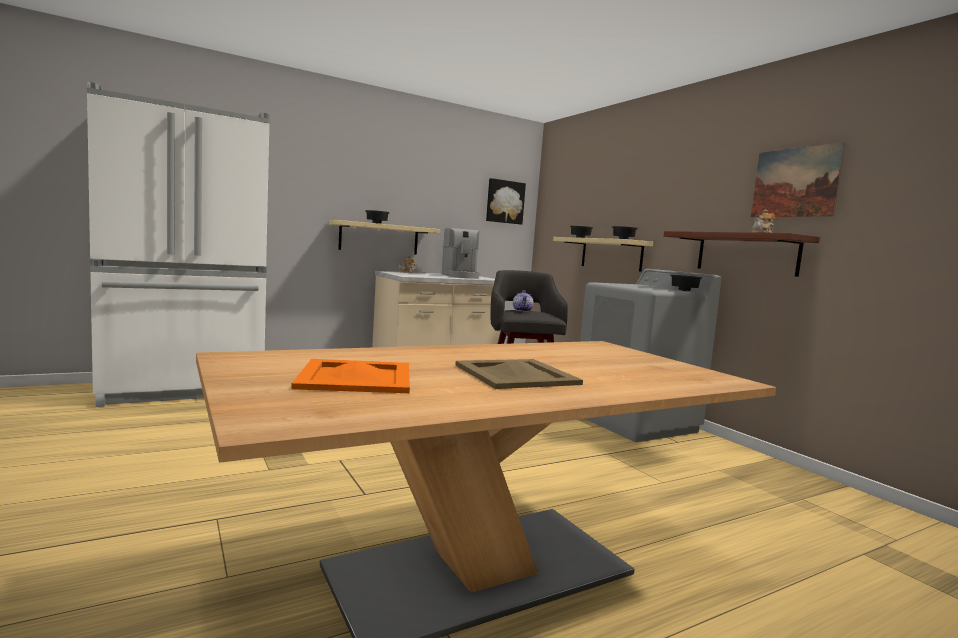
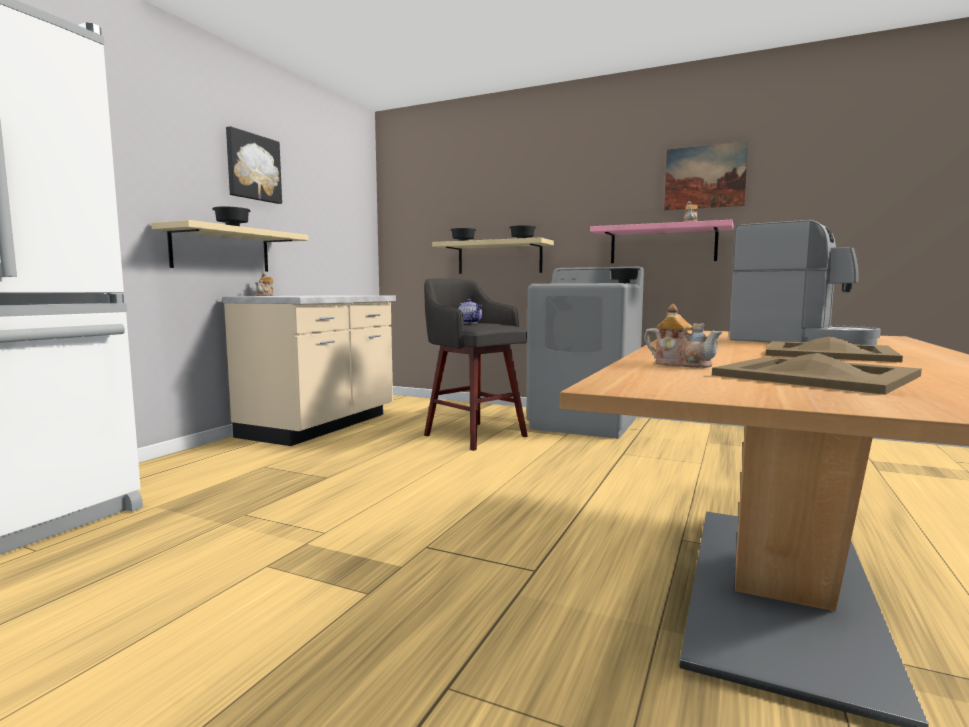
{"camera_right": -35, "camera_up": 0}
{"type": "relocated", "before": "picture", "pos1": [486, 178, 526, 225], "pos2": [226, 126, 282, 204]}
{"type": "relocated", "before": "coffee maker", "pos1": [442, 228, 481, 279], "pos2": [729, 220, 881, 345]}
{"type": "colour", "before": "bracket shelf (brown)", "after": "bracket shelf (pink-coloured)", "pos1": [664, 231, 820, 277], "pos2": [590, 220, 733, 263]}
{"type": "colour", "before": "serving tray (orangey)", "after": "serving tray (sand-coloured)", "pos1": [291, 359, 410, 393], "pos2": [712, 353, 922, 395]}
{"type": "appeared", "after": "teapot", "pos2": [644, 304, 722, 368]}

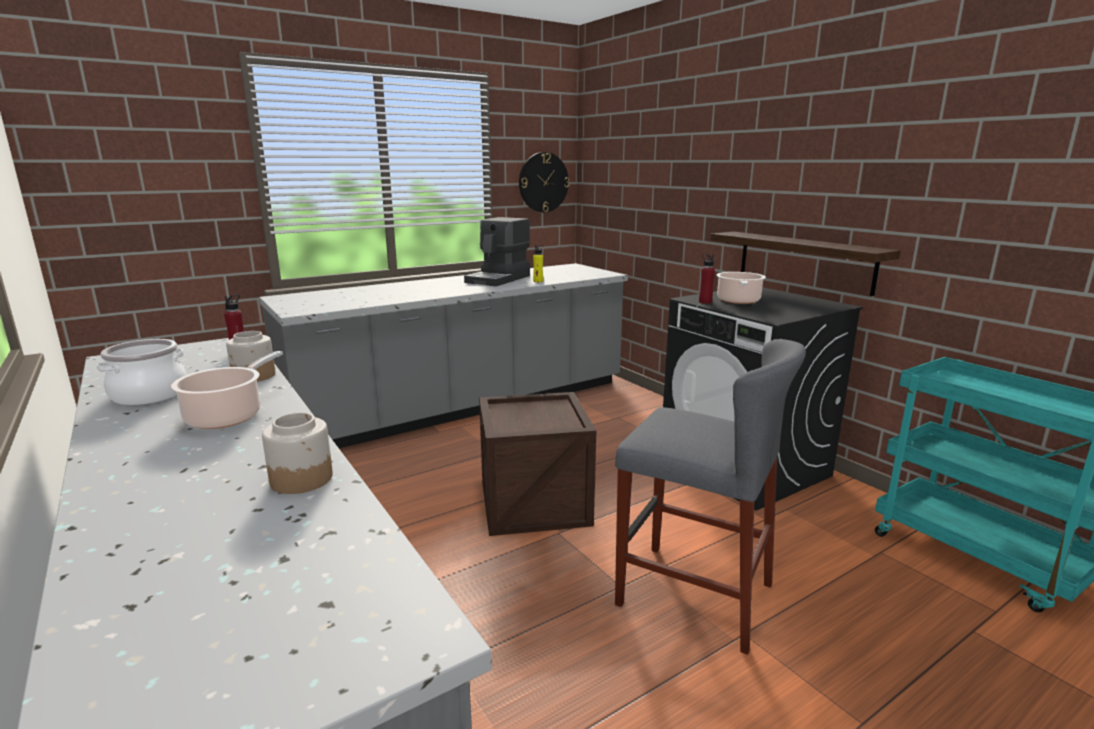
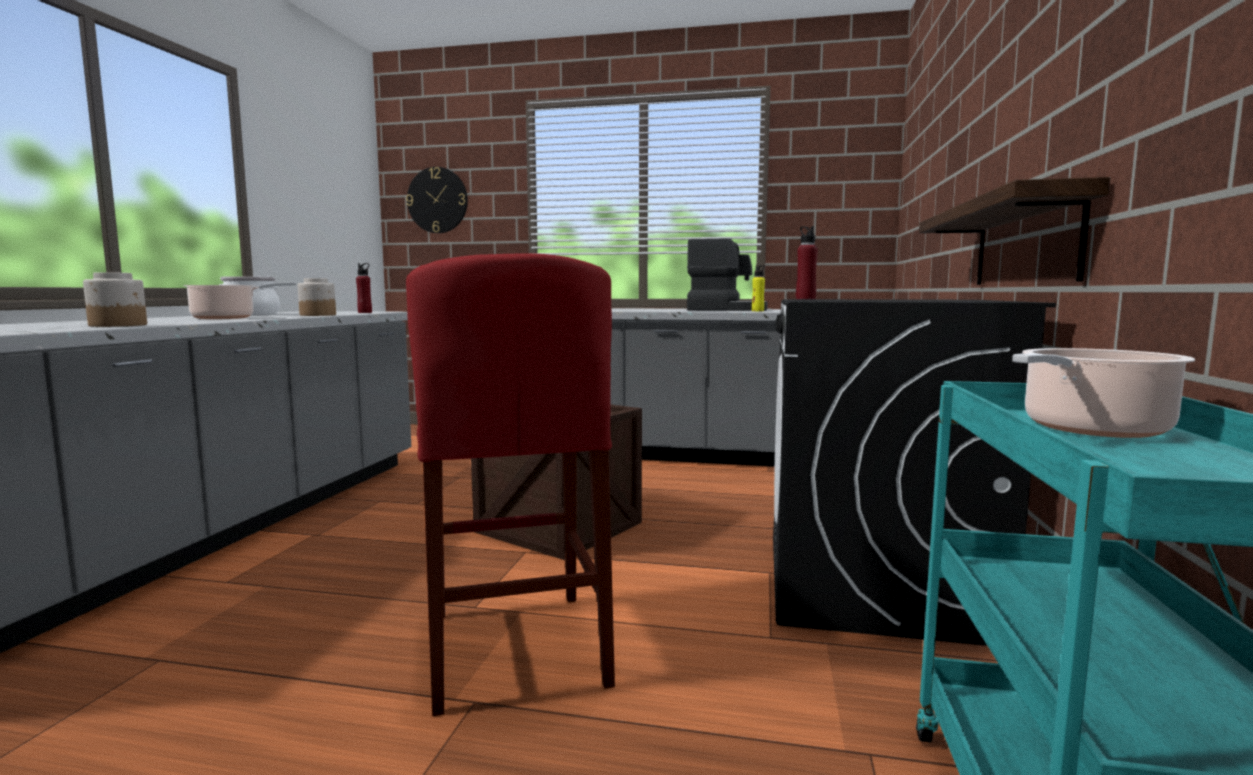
{"camera_right": 45, "camera_up": -10}
{"type": "relocated", "before": "clock on the wall", "pos1": [519, 152, 569, 212], "pos2": [406, 167, 468, 233]}
{"type": "spun", "before": "coffee maker", "pos1": [464, 217, 530, 286], "pos2": [687, 238, 767, 311], "turn": -150}
{"type": "relocated", "before": "cooking pot", "pos1": [717, 272, 766, 304], "pos2": [1012, 348, 1195, 438]}
{"type": "colour", "before": "stool (grey)", "after": "stool (red-coloured)", "pos1": [615, 339, 806, 655], "pos2": [406, 253, 615, 716]}

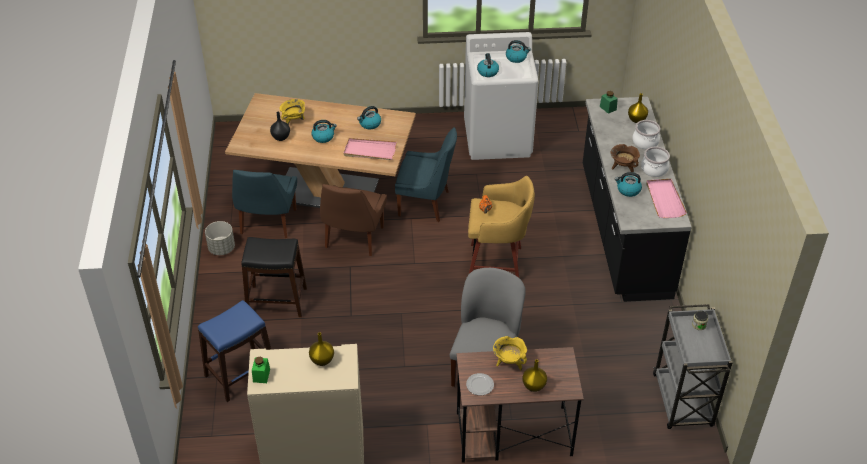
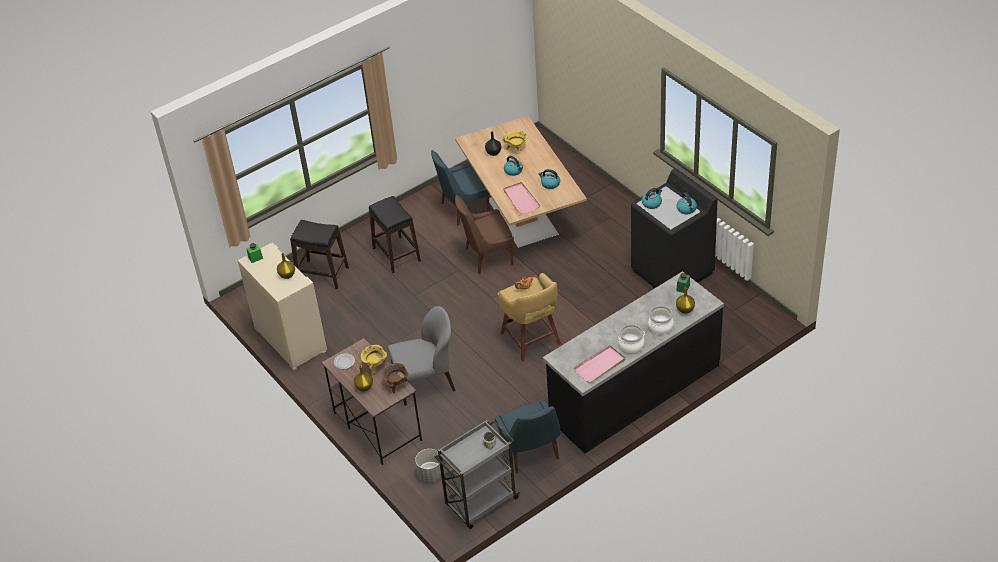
{"camera_right": 60, "camera_up": 0}
{"type": "colour", "before": "laundry machine (white-coloured)", "after": "laundry machine (black-coloured)", "pos1": [464, 32, 539, 160], "pos2": [631, 169, 718, 288]}
{"type": "relocated", "before": "plain chair (bluish)", "pos1": [395, 127, 457, 222], "pos2": [495, 400, 560, 474]}
{"type": "relocated", "before": "cooking pot (brown)", "pos1": [611, 144, 640, 172], "pos2": [382, 363, 409, 394]}
{"type": "missing", "before": "kettle", "pos1": [615, 172, 642, 197]}
{"type": "relocated", "before": "plant pot (grey)", "pos1": [205, 221, 235, 255], "pos2": [415, 449, 441, 482]}
{"type": "colour", "before": "stool (bluish)", "after": "stool (black-coloured)", "pos1": [198, 300, 271, 402], "pos2": [290, 220, 349, 289]}

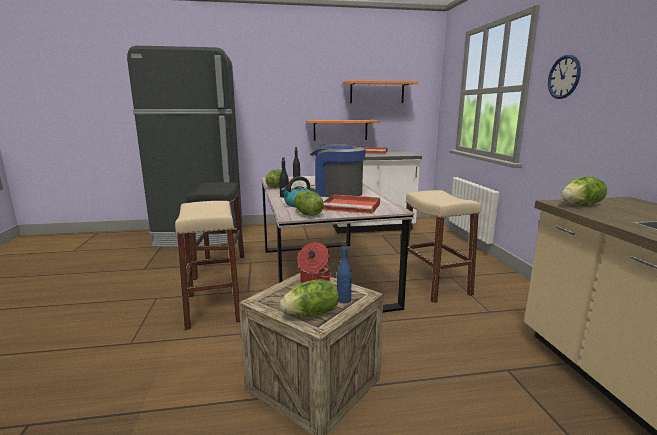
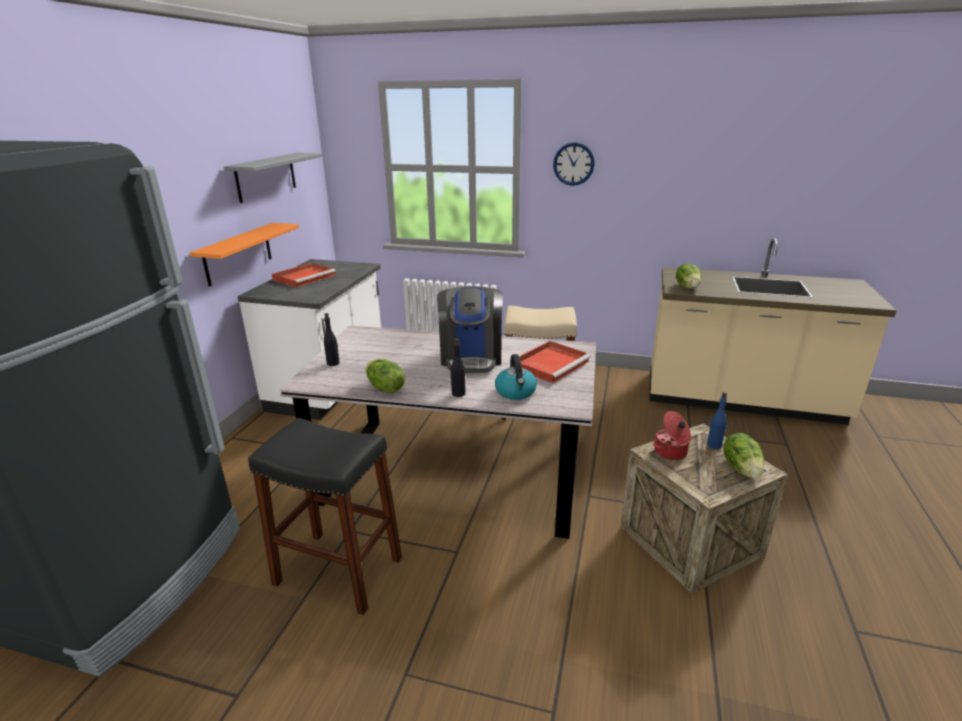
{"camera_right": -65, "camera_up": 10}
{"type": "colour", "before": "bracket shelf (orangey)", "after": "bracket shelf (grey)", "pos1": [343, 81, 418, 103], "pos2": [224, 153, 322, 203]}
{"type": "spun", "before": "coffee maker", "pos1": [310, 144, 366, 197], "pos2": [437, 286, 503, 373], "turn": -60}
{"type": "missing", "before": "head of lettuce", "pos1": [294, 191, 324, 216]}
{"type": "missing", "before": "stool (sand-coloured)", "pos1": [175, 201, 240, 330]}

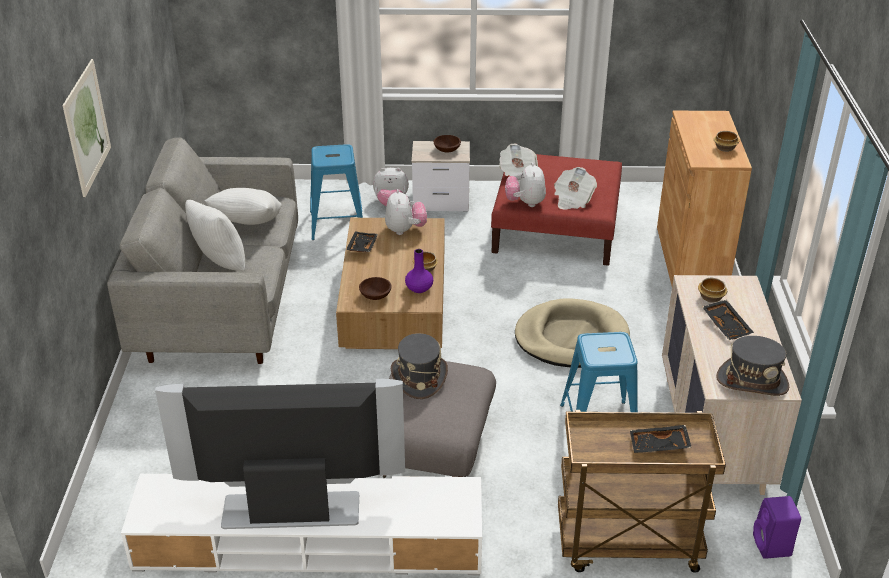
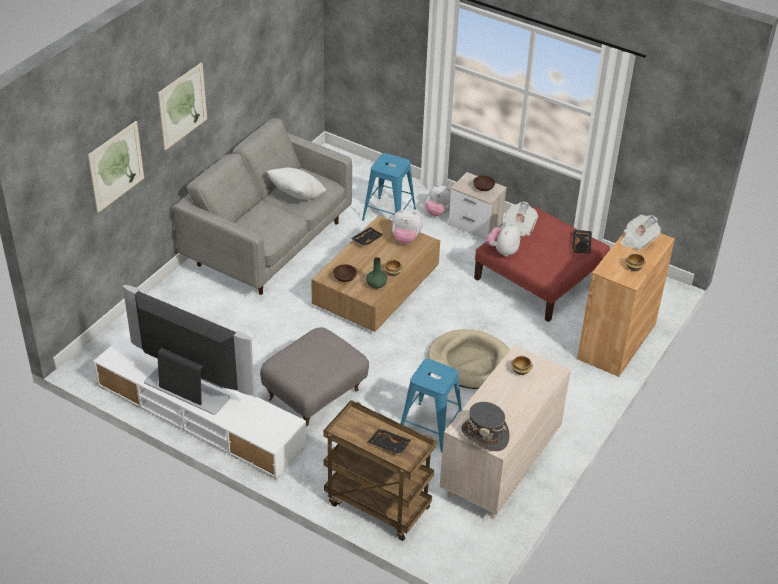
{"camera_right": 30, "camera_up": 5}
{"type": "relocated", "before": "printed paper", "pos1": [554, 167, 597, 210], "pos2": [620, 215, 661, 250]}
{"type": "spun", "before": "plush toy", "pos1": [385, 189, 427, 235], "pos2": [392, 209, 422, 244], "turn": 75}
{"type": "missing", "before": "cushion (white-coloured)", "pos1": [185, 200, 245, 271]}
{"type": "colour", "before": "vase (purple)", "after": "vase (green)", "pos1": [405, 249, 433, 293], "pos2": [366, 257, 387, 289]}
{"type": "relocated", "before": "serving tray (black-coloured)", "pos1": [702, 300, 754, 340], "pos2": [572, 230, 592, 253]}
{"type": "missing", "before": "wearable hat (grey)", "pos1": [391, 333, 448, 399]}
{"type": "missing", "before": "speaker (purple)", "pos1": [753, 496, 801, 559]}
{"type": "appeared", "after": "picture", "pos2": [88, 121, 144, 213]}

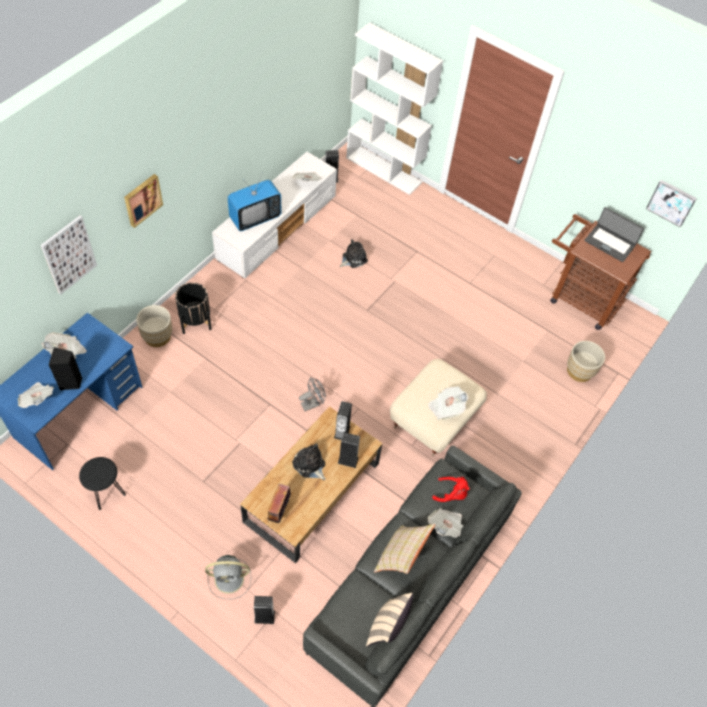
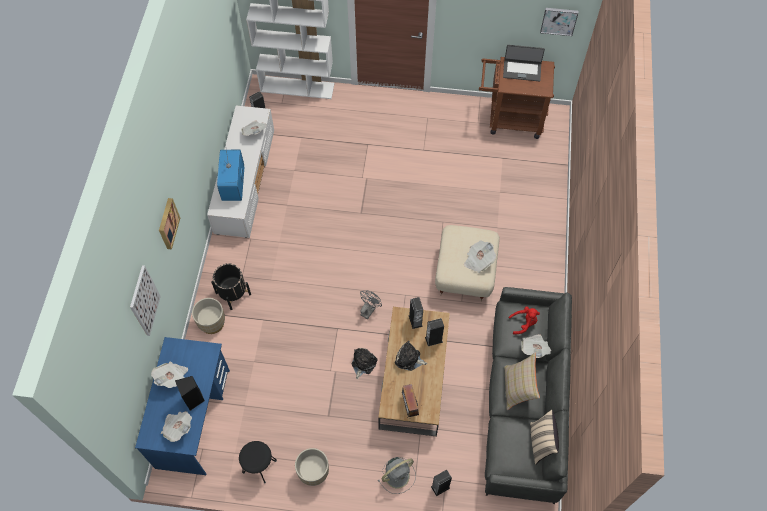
{"camera_right": -25, "camera_up": 5}
{"type": "spun", "before": "TV set", "pos1": [228, 172, 282, 231], "pos2": [217, 149, 244, 201], "turn": 150}
{"type": "relocated", "before": "plush toy", "pos1": [340, 239, 368, 268], "pos2": [352, 348, 377, 380]}
{"type": "relocated", "before": "plant pot (sand-coloured)", "pos1": [567, 341, 605, 382], "pos2": [295, 448, 329, 486]}

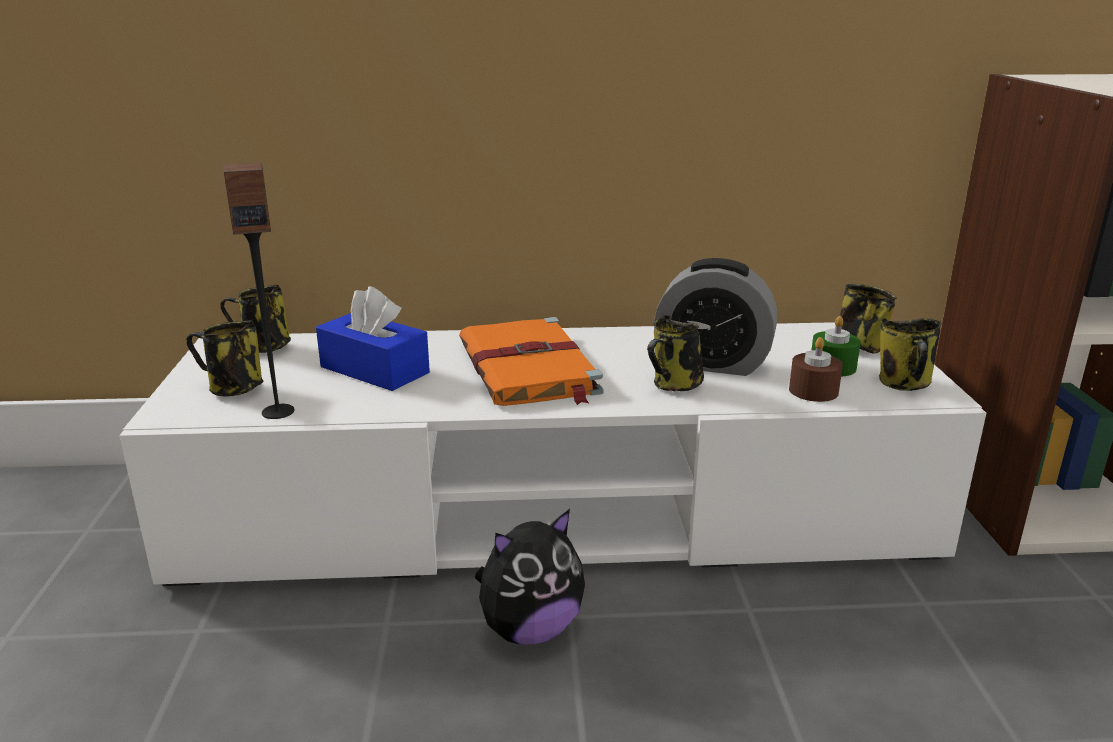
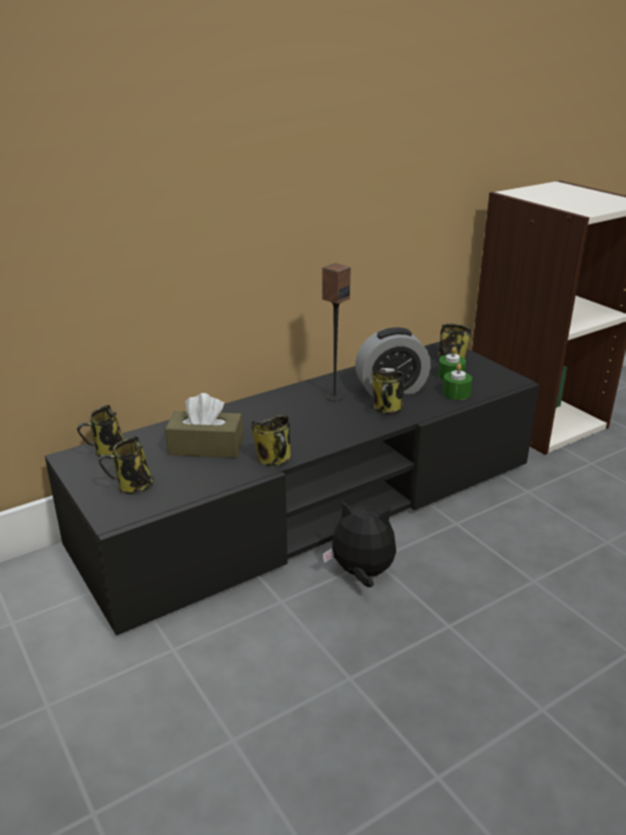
{"camera_right": -30, "camera_up": 5}
{"type": "relocated", "before": "speaker", "pos1": [224, 163, 294, 419], "pos2": [322, 263, 351, 401]}
{"type": "colour", "before": "box of tissues (bluish)", "after": "box of tissues (brown)", "pos1": [316, 286, 430, 391], "pos2": [165, 393, 243, 458]}
{"type": "missing", "before": "book (orangey)", "pos1": [459, 317, 604, 406]}
{"type": "relocated", "before": "tea mug", "pos1": [879, 318, 942, 391], "pos2": [251, 415, 291, 467]}
{"type": "colour", "before": "tv stand (white-coloured)", "after": "tv stand (black-coloured)", "pos1": [119, 322, 986, 586], "pos2": [45, 342, 539, 635]}
{"type": "colour", "before": "wax candle (brown)", "after": "wax candle (green)", "pos1": [789, 337, 843, 402], "pos2": [443, 363, 472, 400]}
{"type": "spun", "before": "plush toy", "pos1": [475, 509, 585, 645], "pos2": [323, 500, 396, 587], "turn": -105}

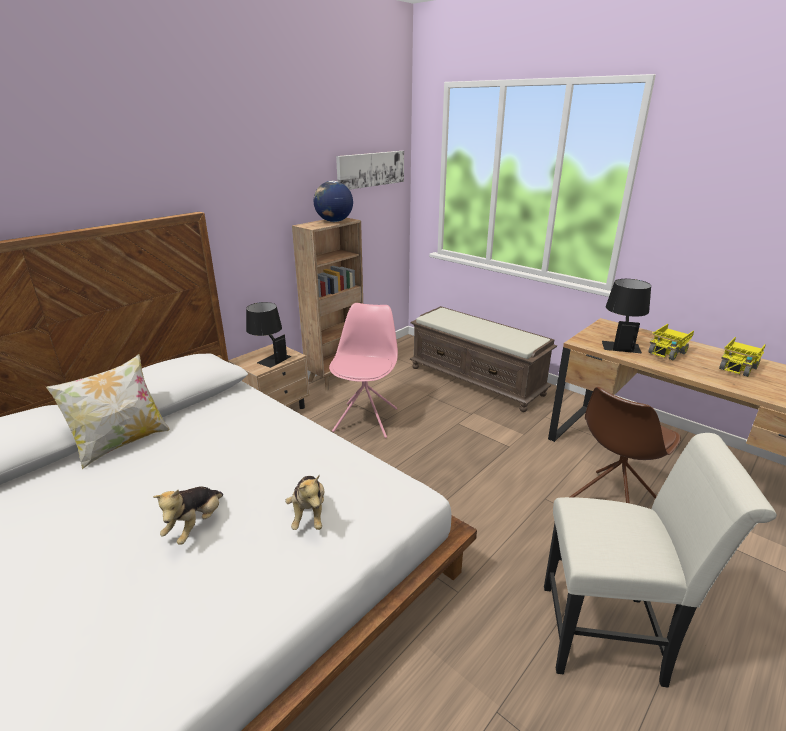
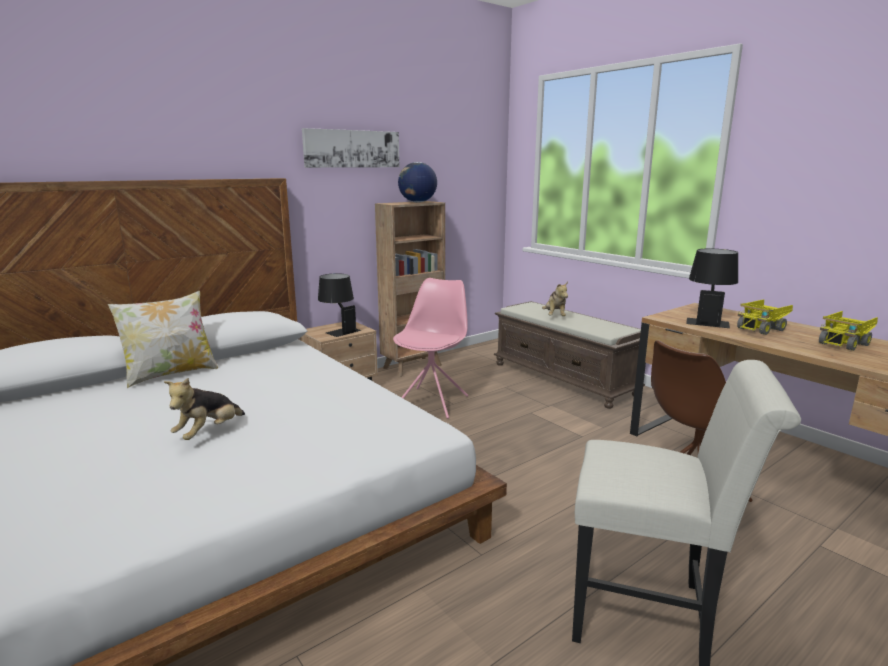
{"camera_right": 10, "camera_up": -10}
{"type": "relocated", "before": "picture", "pos1": [336, 151, 404, 190], "pos2": [302, 128, 399, 168]}
{"type": "relocated", "before": "plush toy", "pos1": [285, 475, 324, 530], "pos2": [542, 282, 568, 316]}

